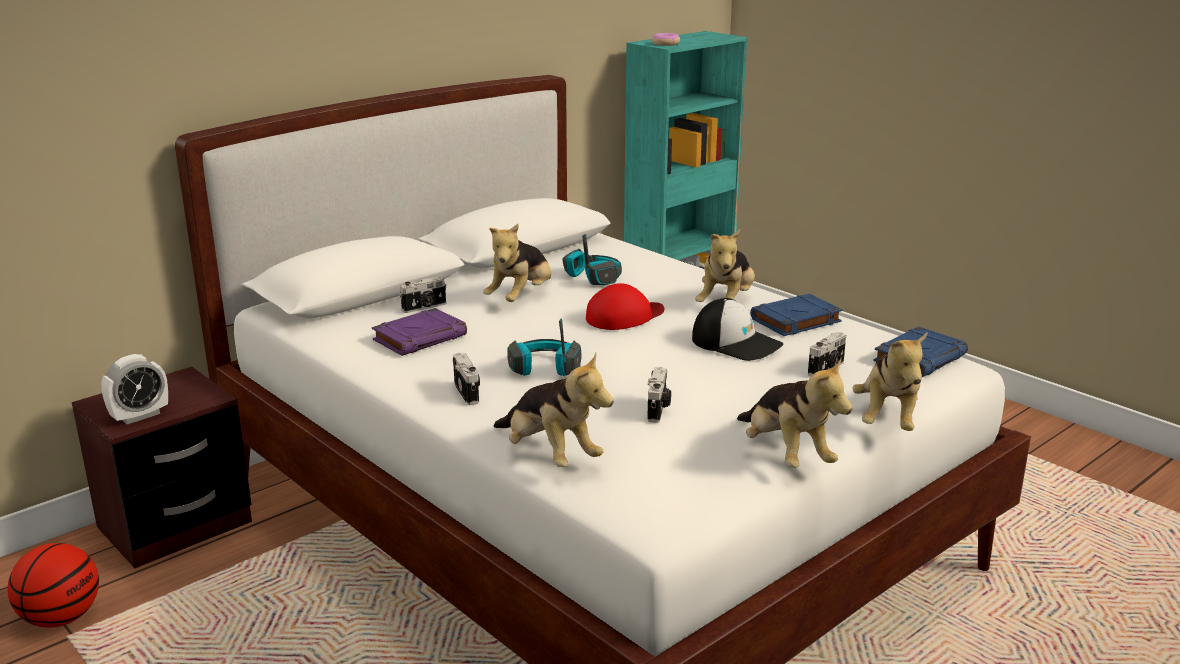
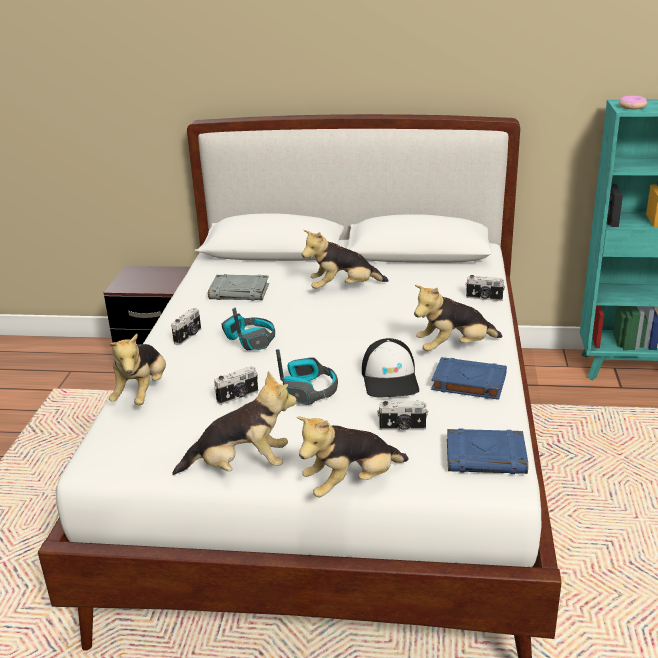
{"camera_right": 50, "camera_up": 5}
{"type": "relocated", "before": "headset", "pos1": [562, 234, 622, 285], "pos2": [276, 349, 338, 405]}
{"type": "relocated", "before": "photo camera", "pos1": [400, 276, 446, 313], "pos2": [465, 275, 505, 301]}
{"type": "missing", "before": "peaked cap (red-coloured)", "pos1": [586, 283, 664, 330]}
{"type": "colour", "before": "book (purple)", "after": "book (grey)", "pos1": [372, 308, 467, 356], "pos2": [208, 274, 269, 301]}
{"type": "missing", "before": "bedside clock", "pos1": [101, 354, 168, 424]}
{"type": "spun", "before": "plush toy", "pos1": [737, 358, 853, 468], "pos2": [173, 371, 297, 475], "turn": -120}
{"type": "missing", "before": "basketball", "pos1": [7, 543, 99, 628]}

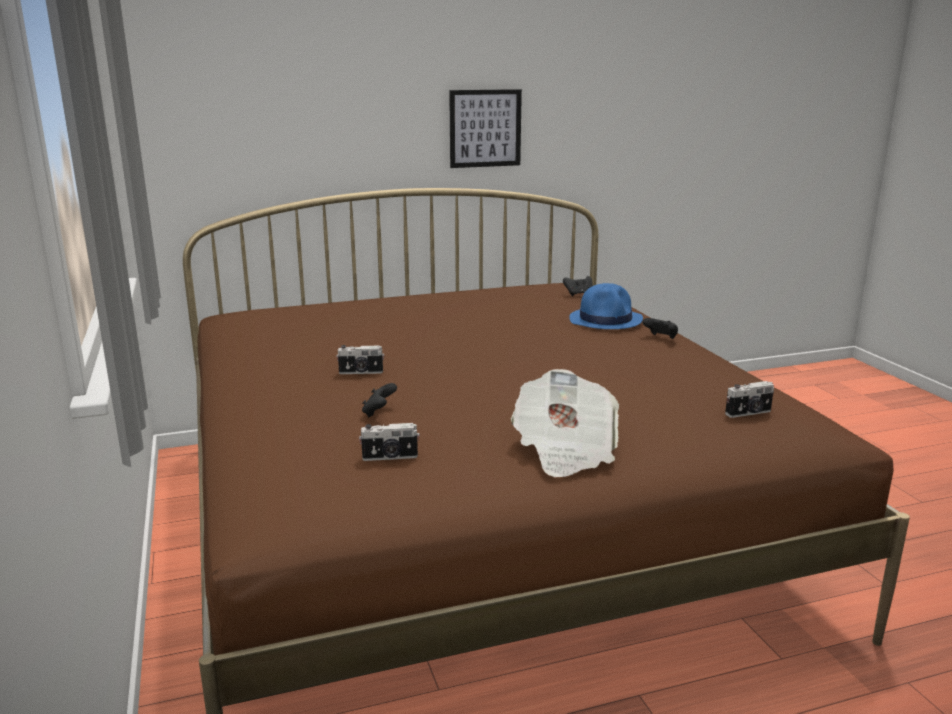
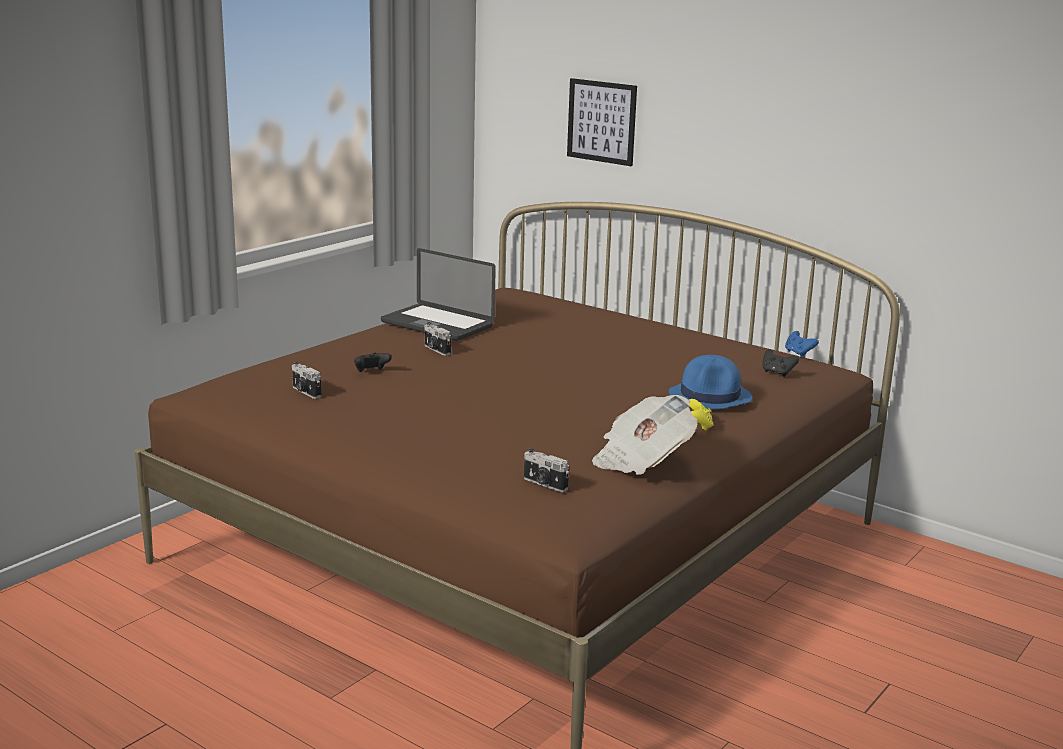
{"camera_right": 55, "camera_up": 0}
{"type": "relocated", "before": "picture", "pos1": [449, 89, 522, 168], "pos2": [567, 78, 637, 166]}
{"type": "colour", "before": "gamepad (black-coloured)", "after": "gamepad (yellowish)", "pos1": [642, 318, 678, 339], "pos2": [689, 399, 713, 431]}
{"type": "relocated", "before": "printed paper", "pos1": [511, 369, 619, 477], "pos2": [592, 395, 697, 475]}
{"type": "appeared", "after": "portable computer", "pos2": [381, 248, 496, 341]}
{"type": "appeared", "after": "gamepad (bluish)", "pos2": [785, 331, 819, 357]}

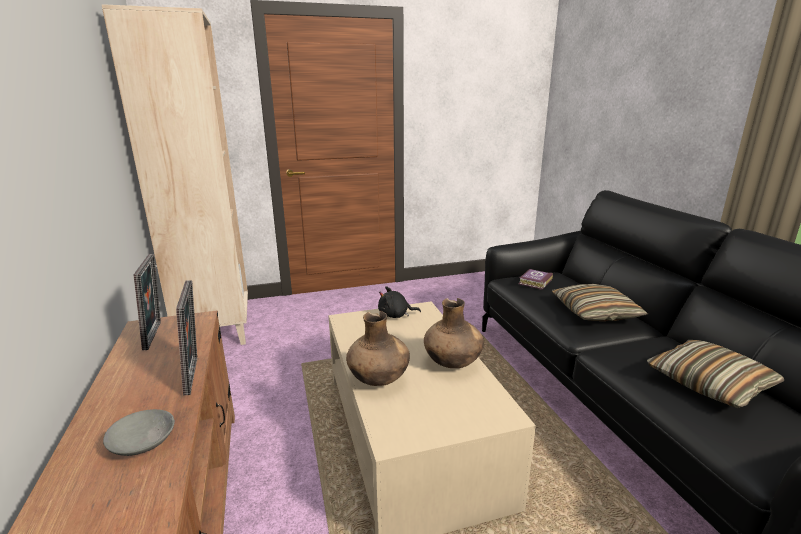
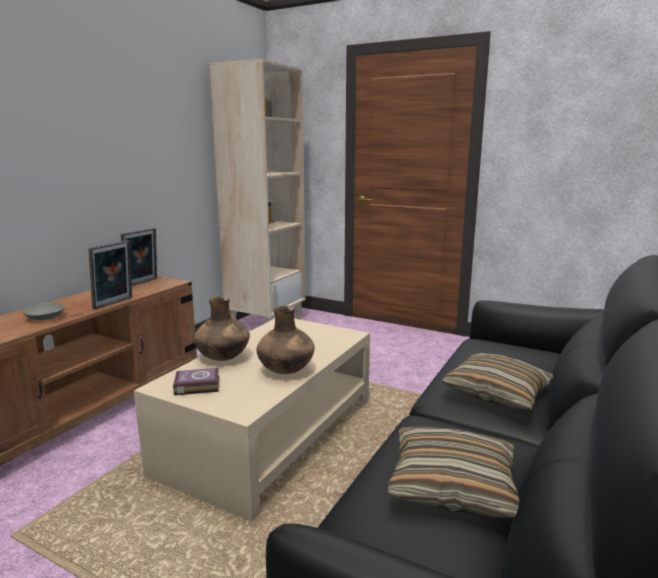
{"camera_right": 45, "camera_up": -5}
{"type": "relocated", "before": "book", "pos1": [519, 269, 553, 290], "pos2": [173, 368, 219, 395]}
{"type": "missing", "before": "plush toy (black-coloured)", "pos1": [378, 286, 421, 318]}

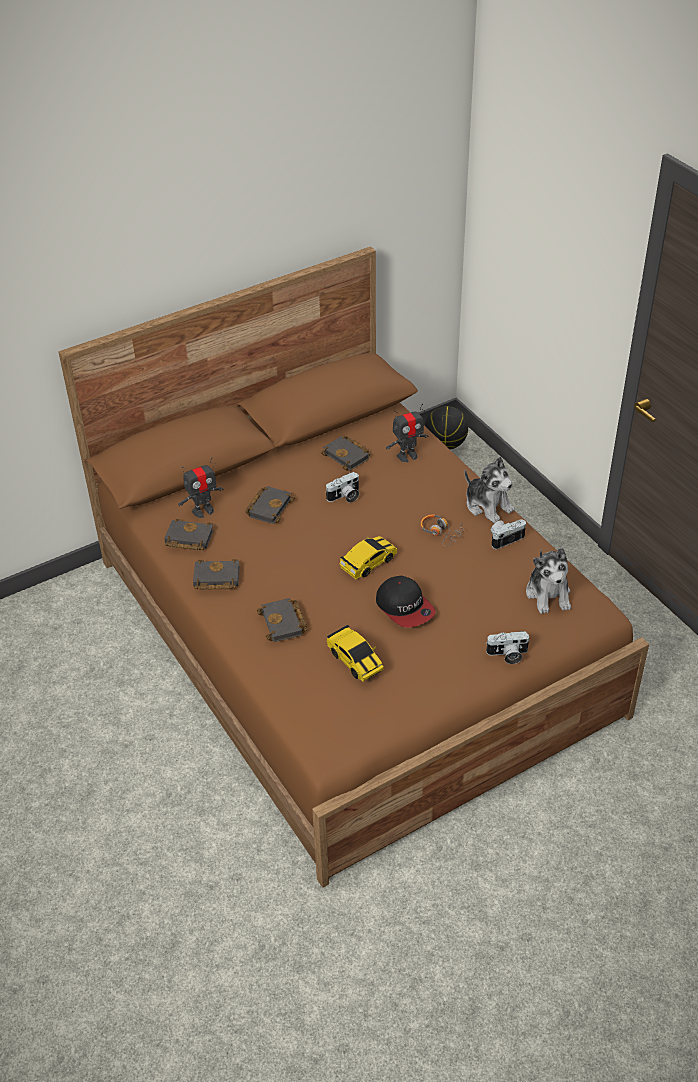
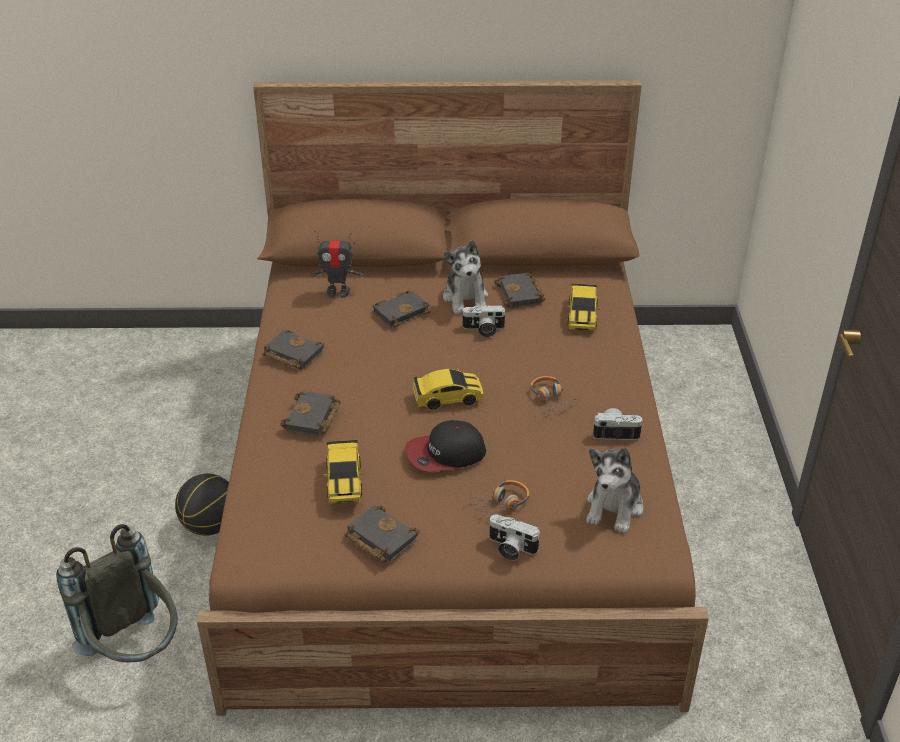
{"camera_right": 30, "camera_up": -5}
{"type": "exchanged", "before": "model robot", "after": "toy car", "pos1": [386, 404, 428, 462], "pos2": [567, 283, 600, 331]}
{"type": "relocated", "before": "basketball", "pos1": [425, 406, 468, 450], "pos2": [175, 474, 229, 536]}
{"type": "relocated", "before": "plush toy", "pos1": [464, 457, 515, 523], "pos2": [443, 240, 488, 314]}
{"type": "relocated", "before": "book (black-coloured)", "pos1": [164, 519, 214, 550], "pos2": [344, 505, 419, 562]}
{"type": "spun", "before": "peaked cap", "pos1": [376, 576, 436, 628], "pos2": [405, 420, 486, 472], "turn": 75}
{"type": "appeared", "after": "headset", "pos2": [467, 480, 530, 518]}
{"type": "appeared", "after": "knapsack (grey)", "pos2": [56, 524, 178, 662]}

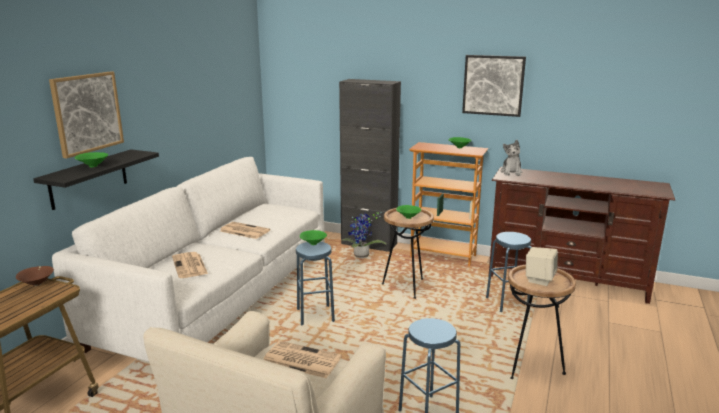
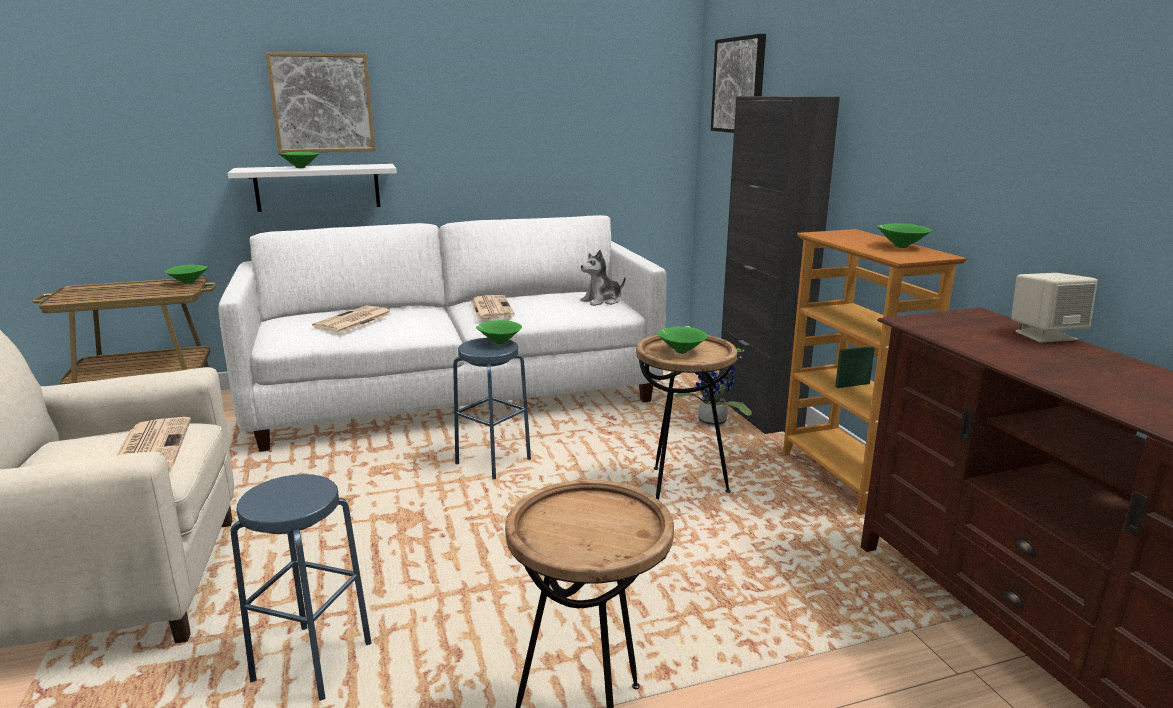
{"camera_right": 50, "camera_up": 0}
{"type": "relocated", "before": "picture", "pos1": [462, 55, 526, 117], "pos2": [711, 34, 766, 133]}
{"type": "relocated", "before": "plush toy", "pos1": [501, 140, 523, 176], "pos2": [581, 250, 625, 306]}
{"type": "colour", "before": "bracket shelf (black-coloured)", "after": "bracket shelf (white-coloured)", "pos1": [33, 149, 159, 210], "pos2": [228, 164, 397, 212]}
{"type": "missing", "before": "stool (bluish)", "pos1": [486, 232, 531, 312]}
{"type": "relocated", "before": "speaker (sand-coloured)", "pos1": [526, 247, 558, 286], "pos2": [1011, 273, 1098, 343]}
{"type": "colour", "before": "deep dish (brown)", "after": "deep dish (green)", "pos1": [16, 266, 54, 286], "pos2": [165, 265, 208, 284]}

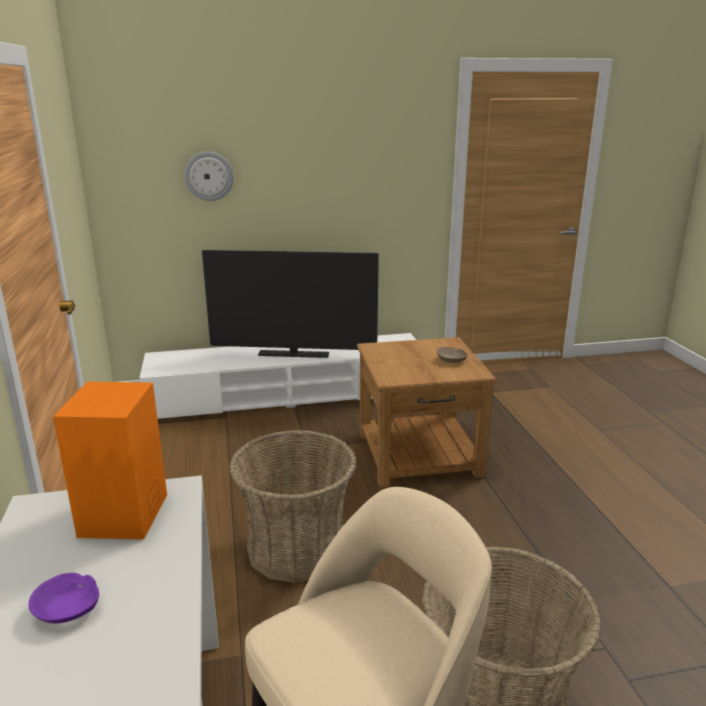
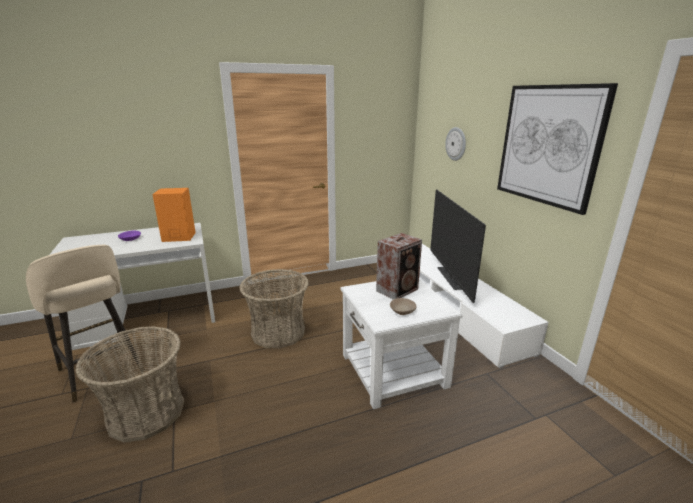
{"camera_right": 80, "camera_up": 0}
{"type": "colour", "before": "side table (brown)", "after": "side table (white-coloured)", "pos1": [357, 337, 497, 488], "pos2": [340, 279, 463, 409]}
{"type": "appeared", "after": "picture", "pos2": [497, 83, 618, 215]}
{"type": "appeared", "after": "speaker", "pos2": [376, 233, 422, 300]}

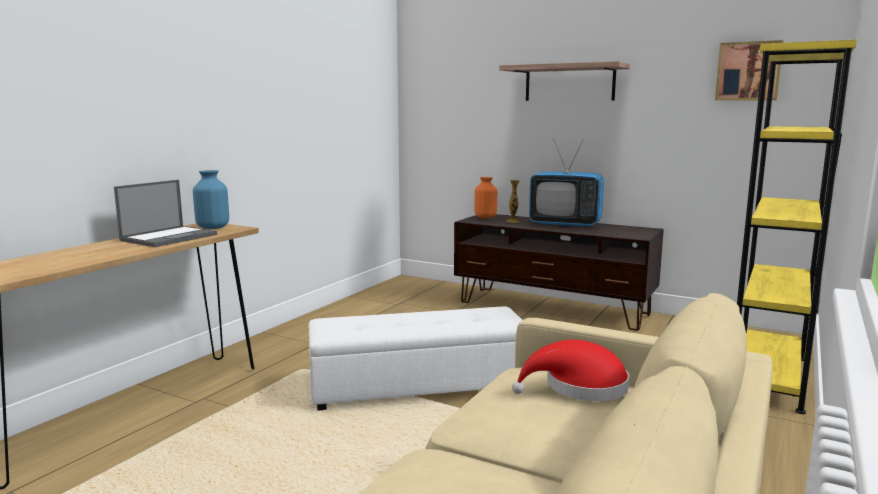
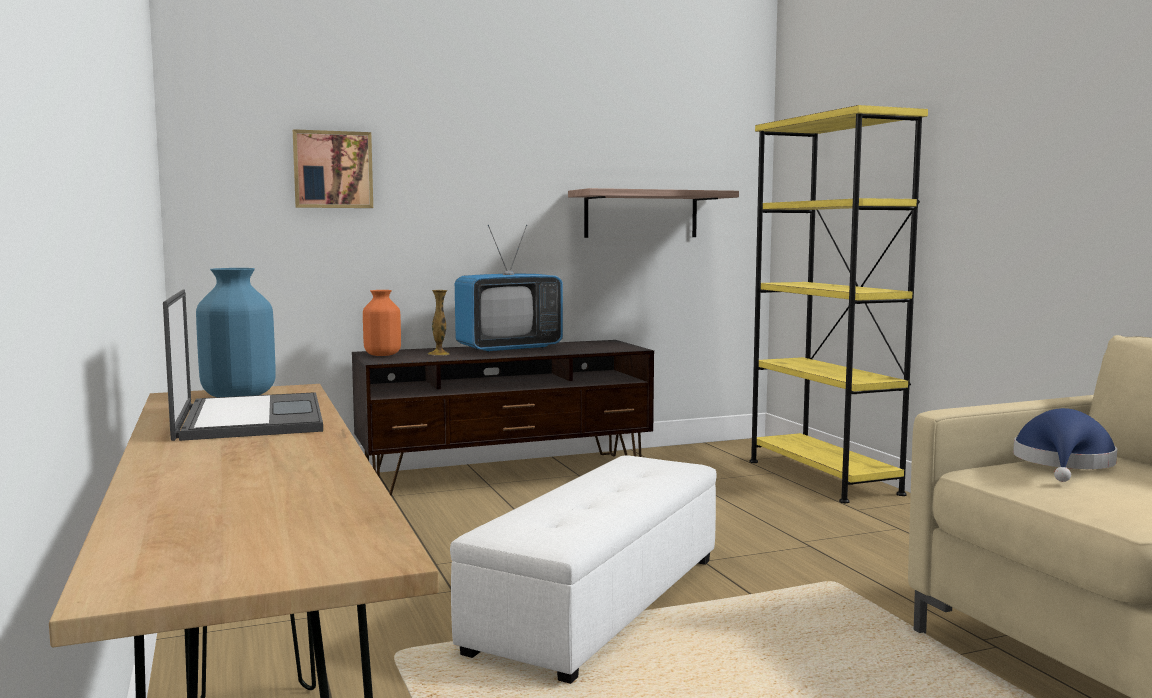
{"camera_right": -50, "camera_up": -5}
{"type": "relocated", "before": "picture", "pos1": [715, 40, 784, 101], "pos2": [293, 129, 373, 208]}
{"type": "relocated", "before": "bracket shelf", "pos1": [499, 61, 630, 101], "pos2": [568, 188, 739, 238]}
{"type": "colour", "before": "wearable hat (red-coloured)", "after": "wearable hat (bluish)", "pos1": [512, 340, 629, 401], "pos2": [1013, 408, 1117, 482]}

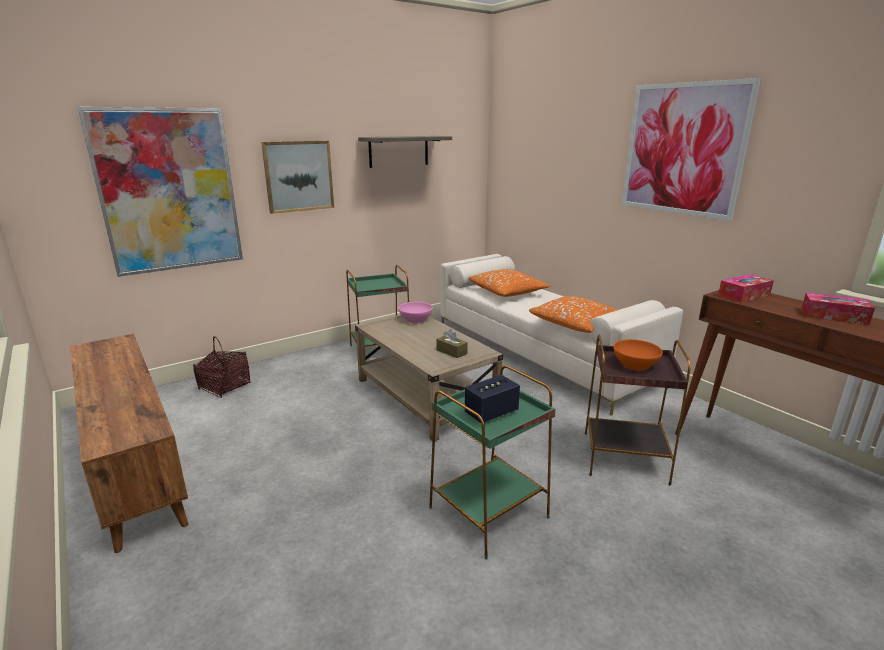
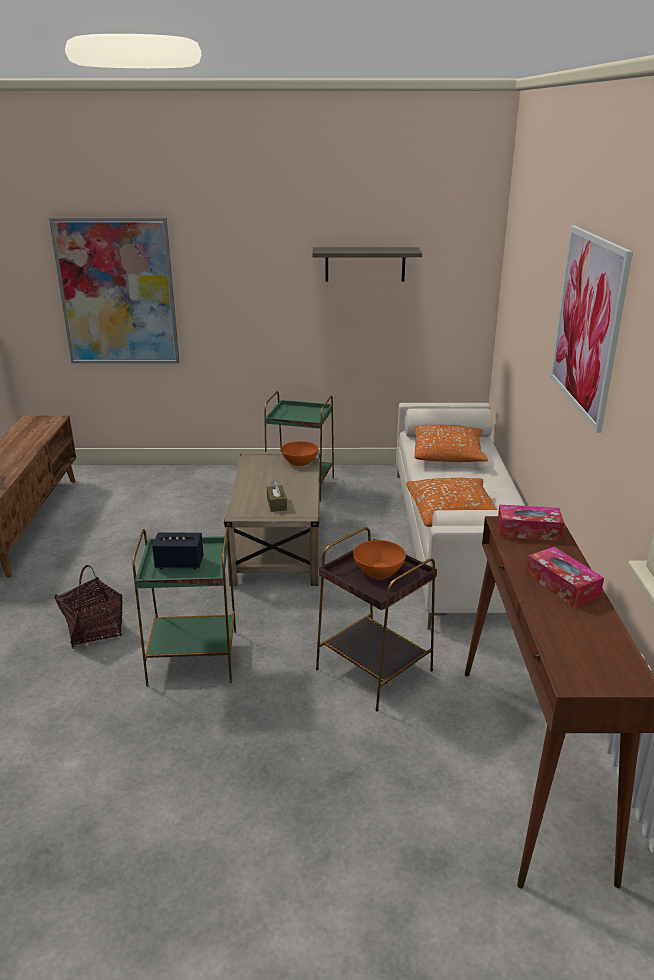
{"camera_right": 35, "camera_up": 5}
{"type": "missing", "before": "picture", "pos1": [261, 141, 334, 214]}
{"type": "colour", "before": "deep dish (pink-coloured)", "after": "deep dish (orangey)", "pos1": [398, 302, 433, 323], "pos2": [281, 441, 319, 466]}
{"type": "relocated", "before": "household basket", "pos1": [193, 336, 251, 398], "pos2": [55, 565, 123, 649]}

